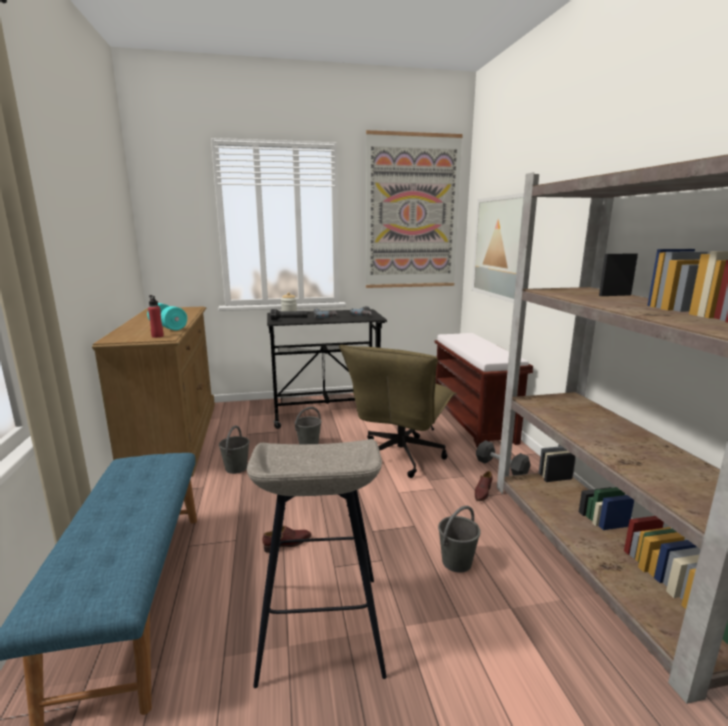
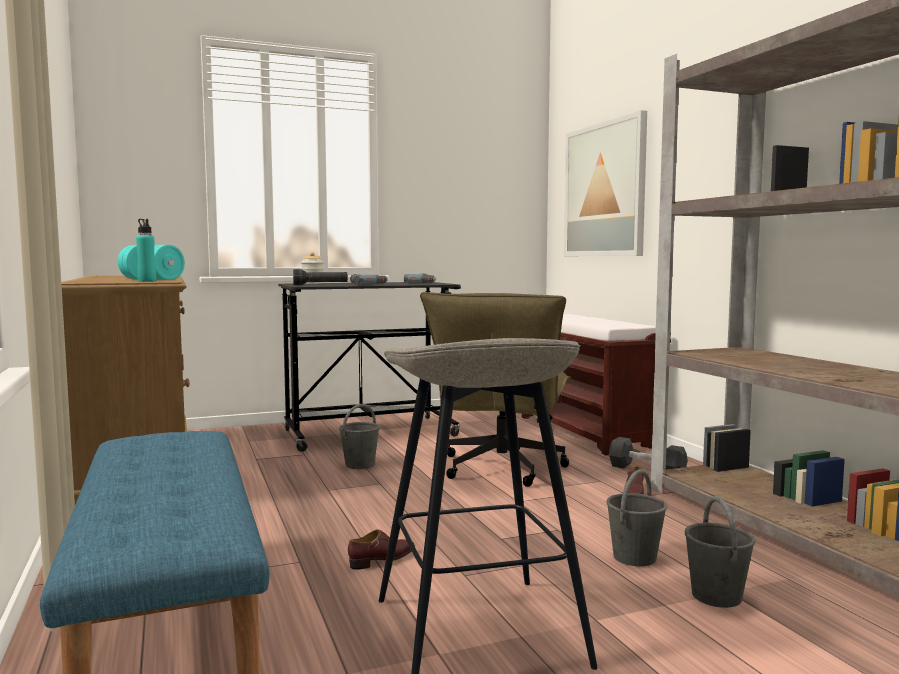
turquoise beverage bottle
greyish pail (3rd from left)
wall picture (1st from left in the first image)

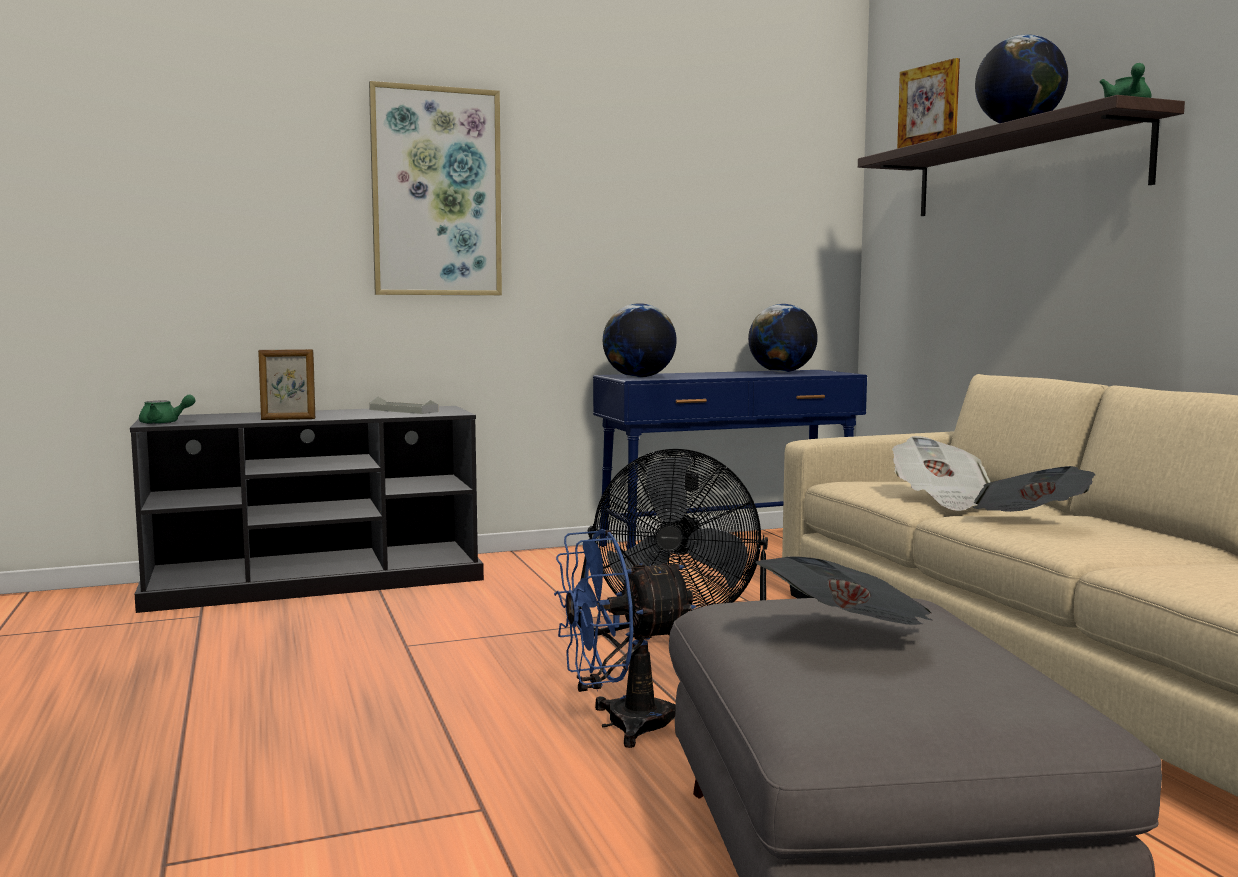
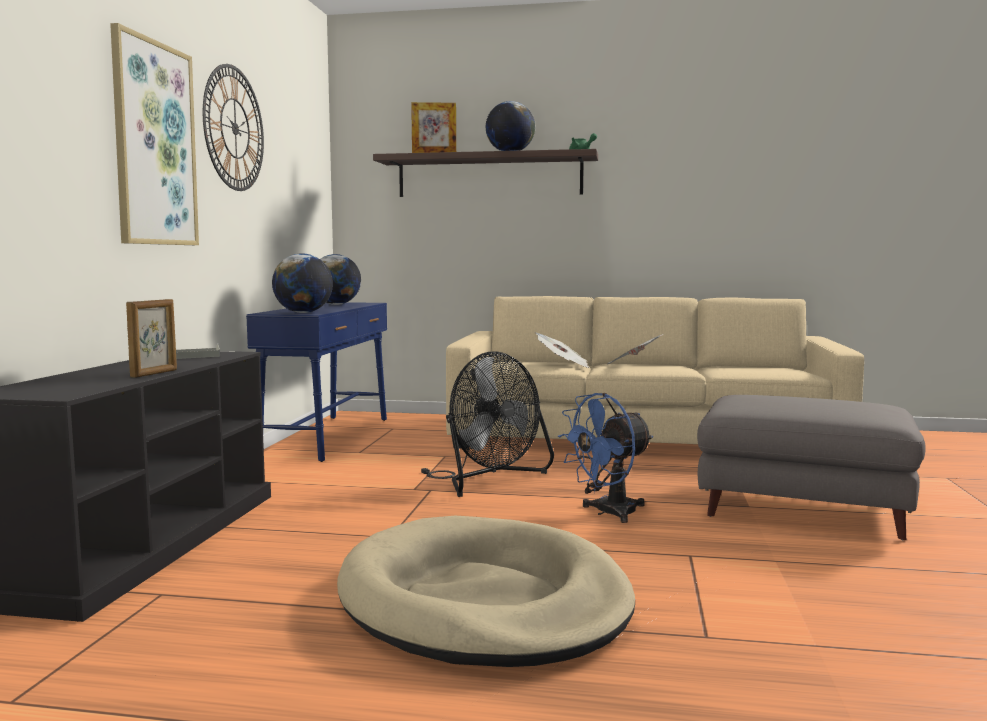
greenish tea pot (1st from left in the first image)
blue fan
daily paper (1st from left in the first image)
clock on the wall
beige dog cushion

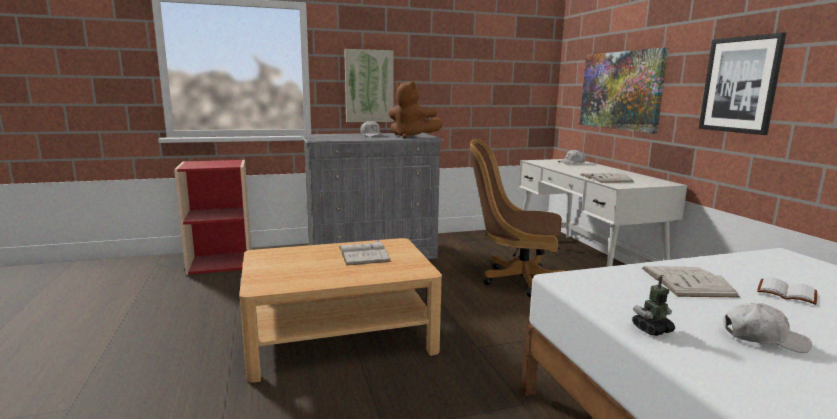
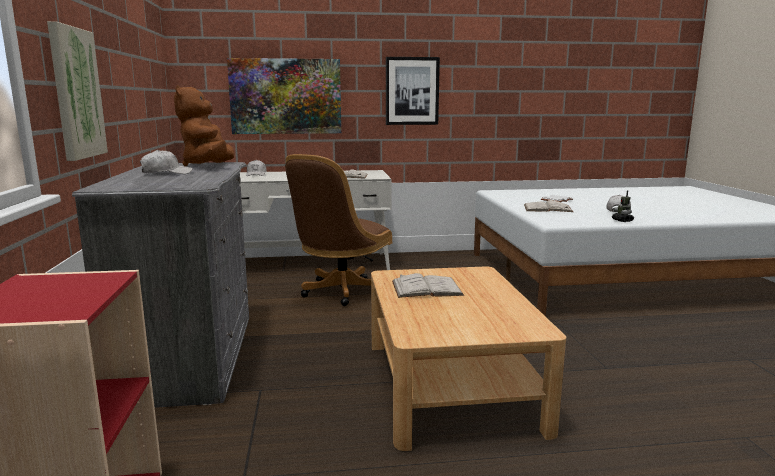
brownish soft toy

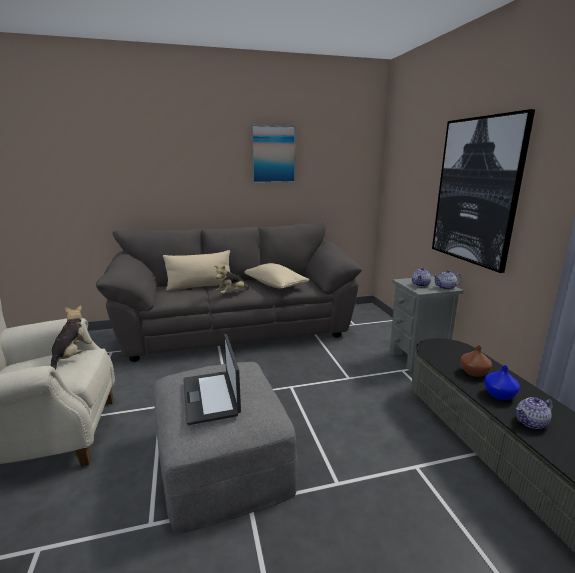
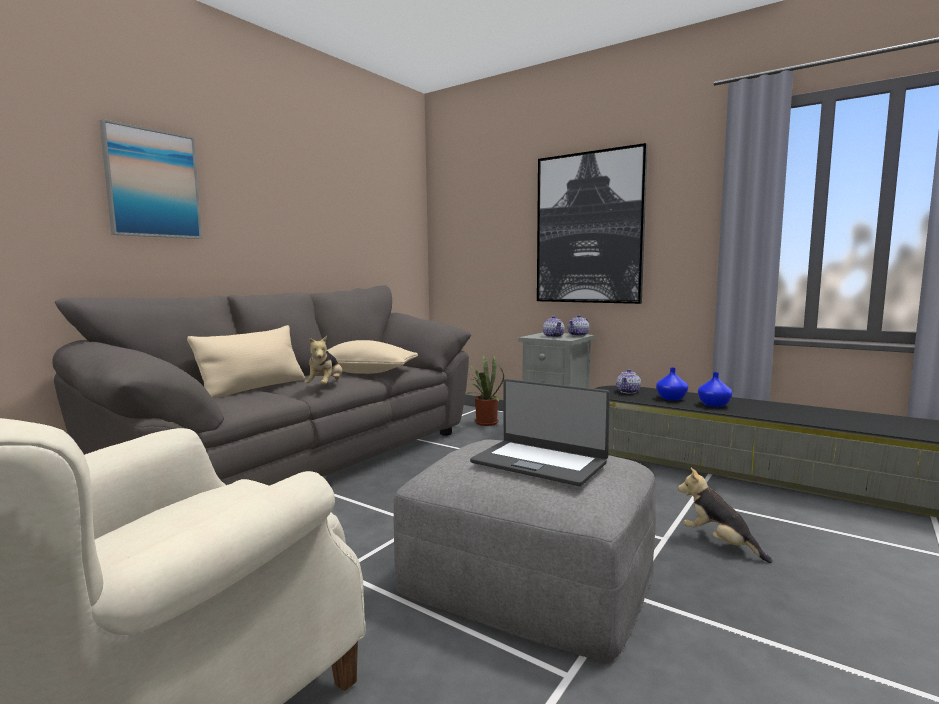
soft toy (2nd from left)
wall picture (1st from left)
blue flower vase (1st from left)
tea pot (3rd from left)
potted plant

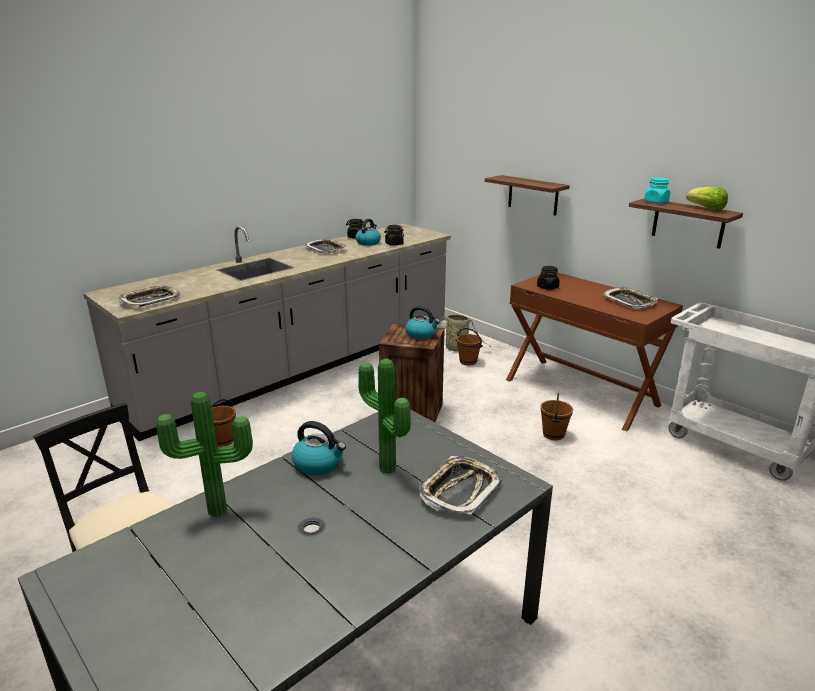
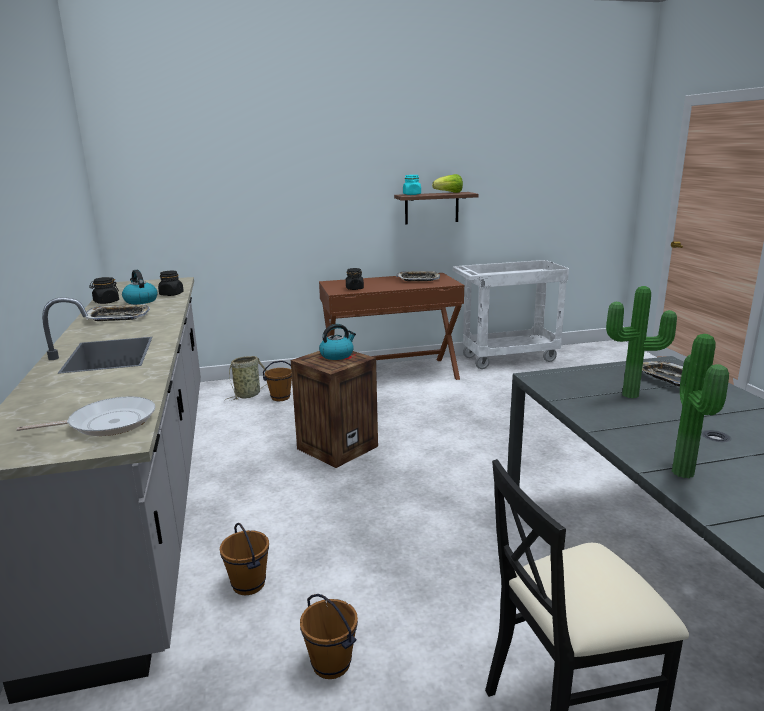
pan
tea kettle (1st from left in the first image)
shelf (1st from left in the first image)
brownish pail (3rd from left)

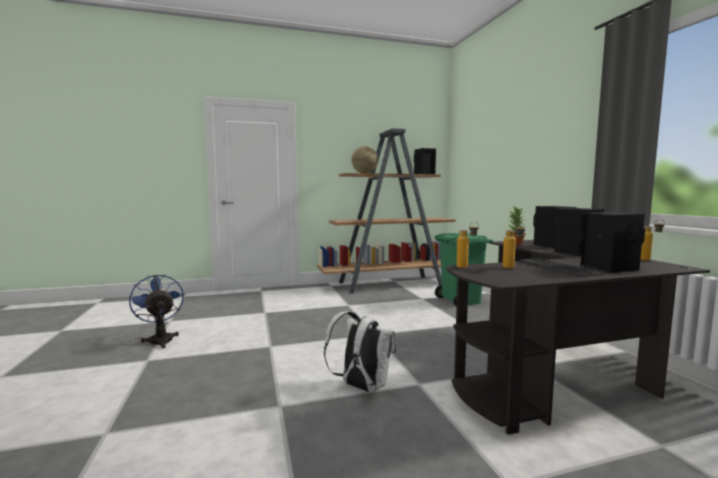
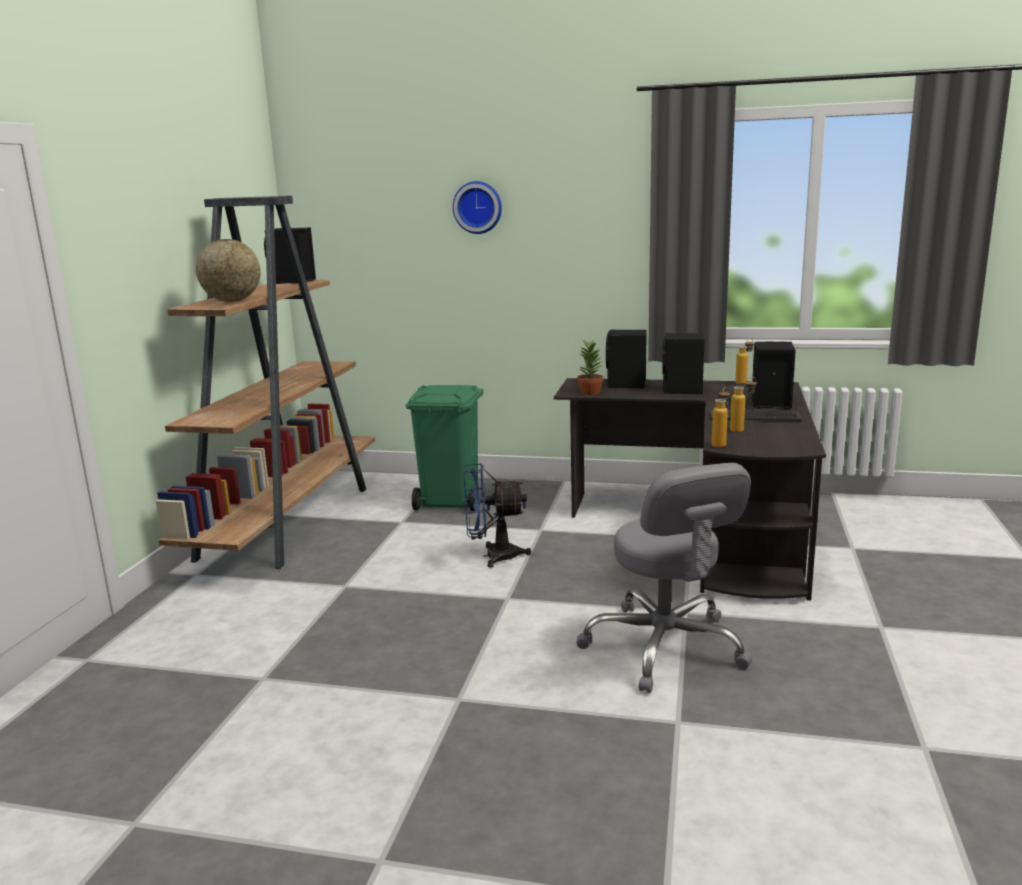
blue fan
greyish desk chair
clock on the wall

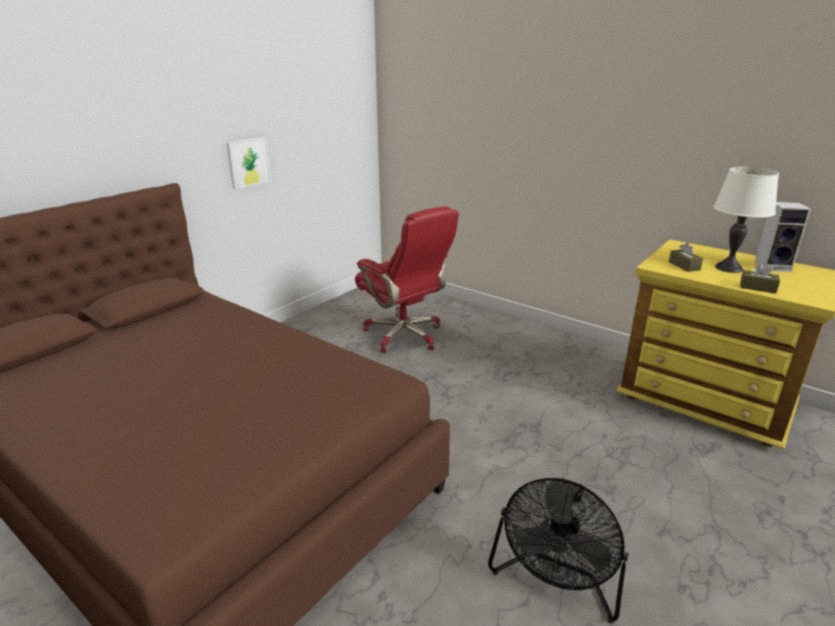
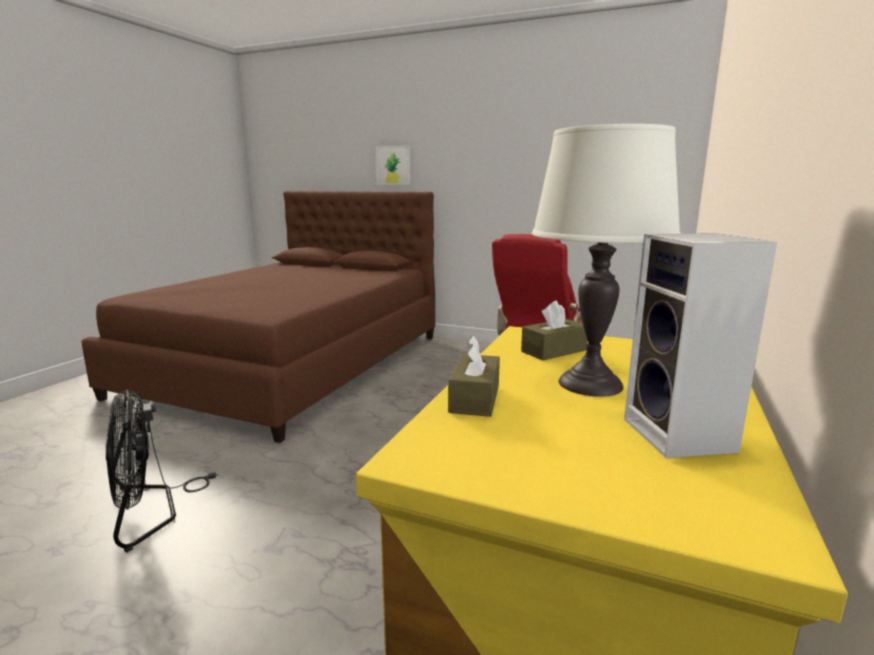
wall picture
black fan

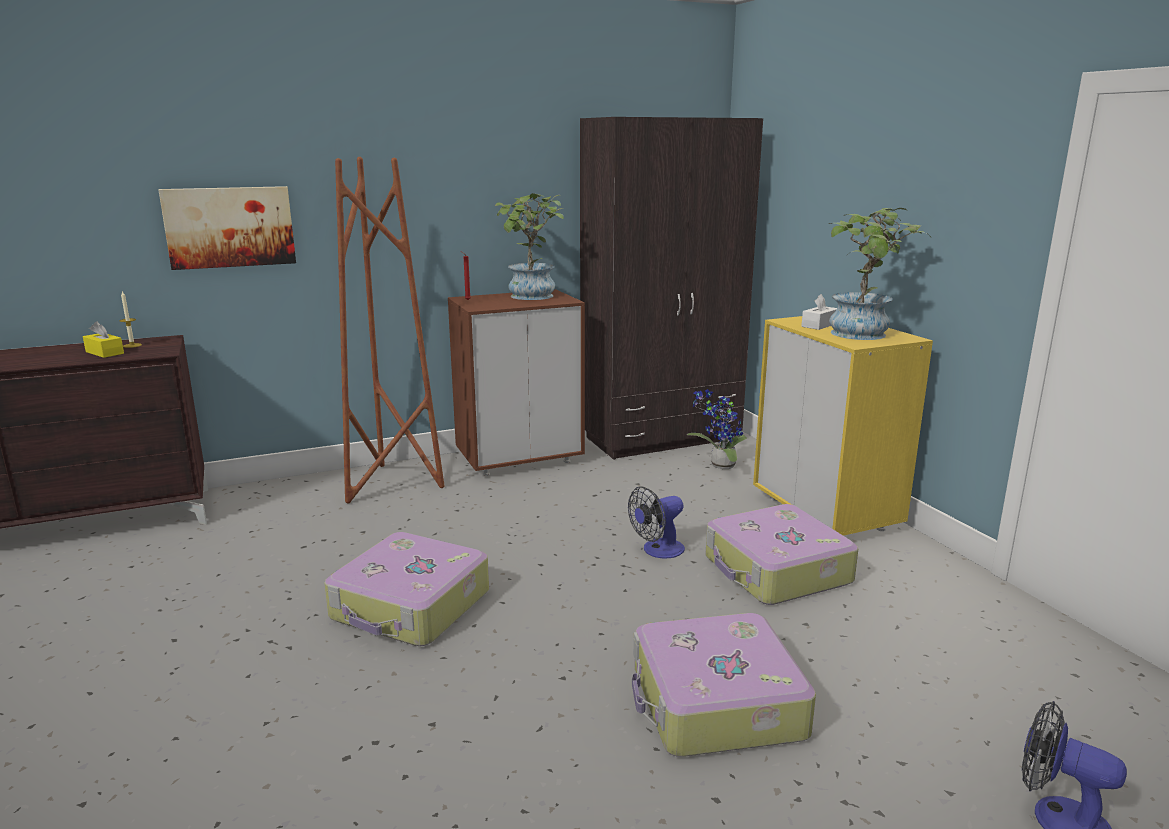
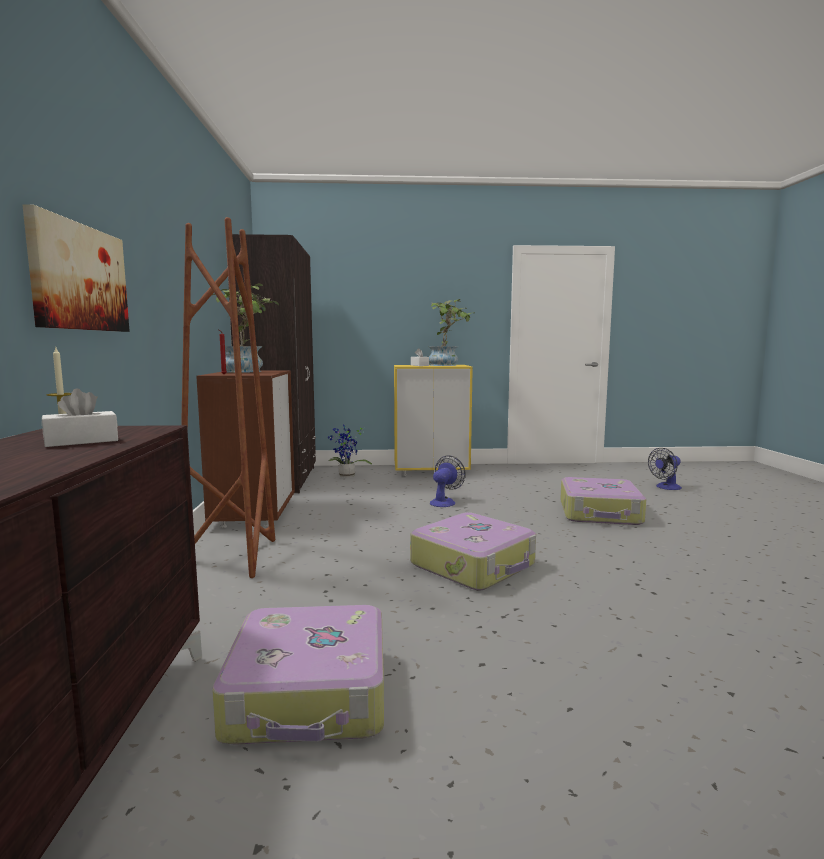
whitish tissue holder (1st from left)
fan (1st from left)
piece of luggage (1st from left)

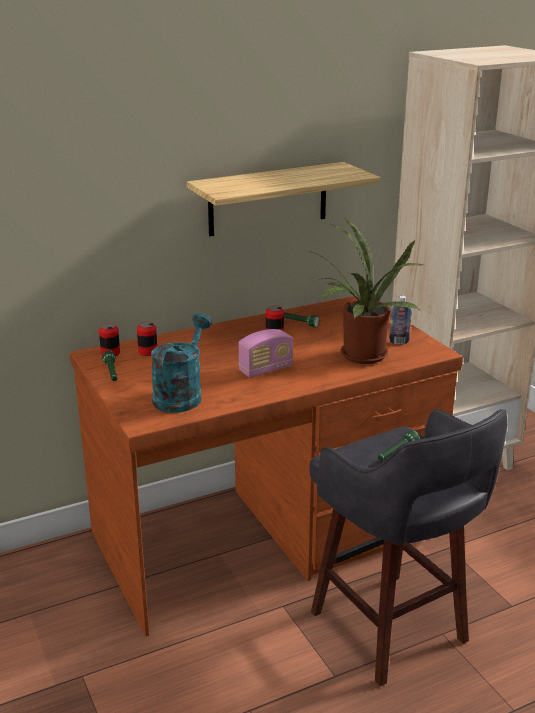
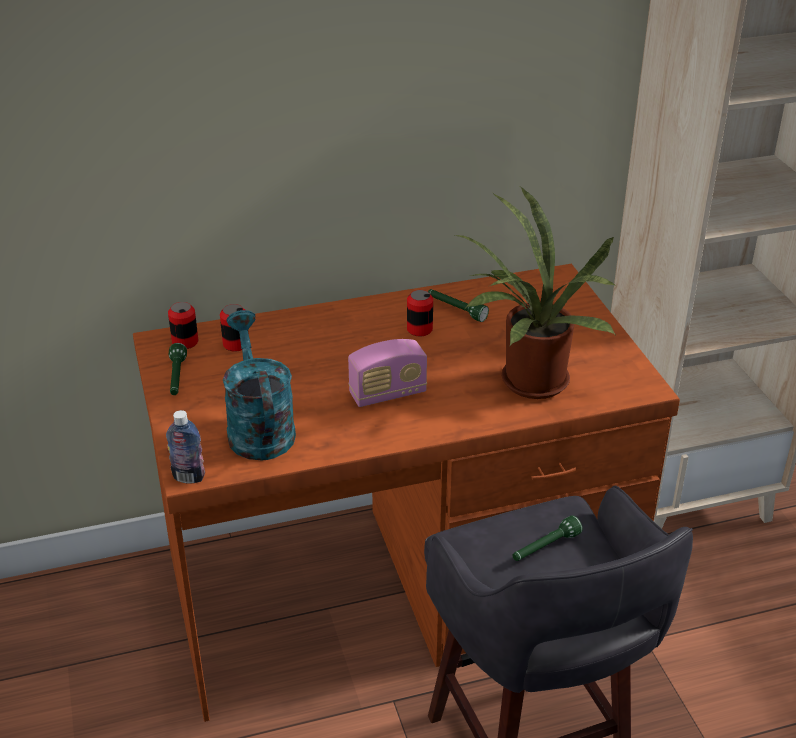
turquoise watering can
shelf
beverage bottle

